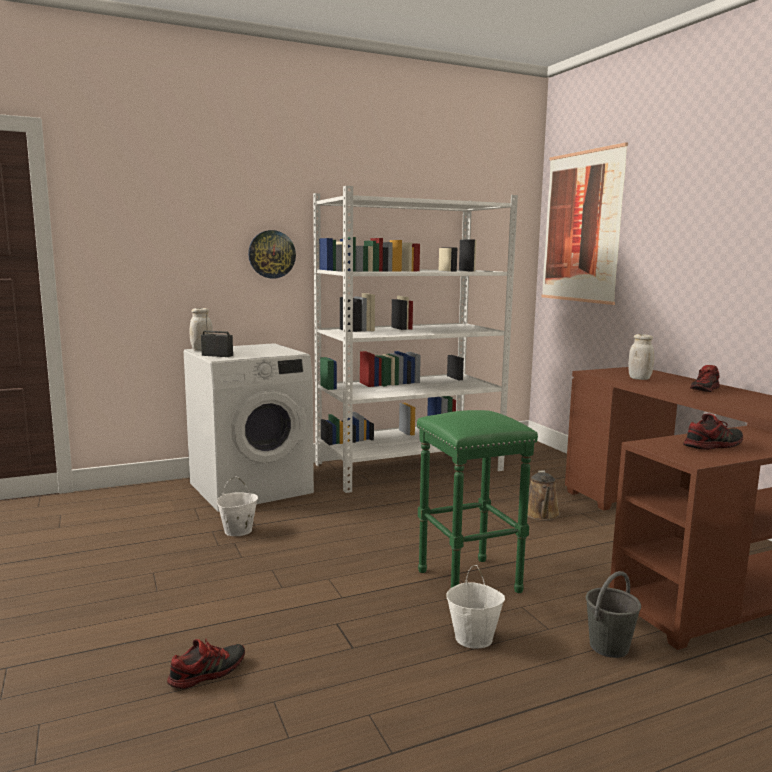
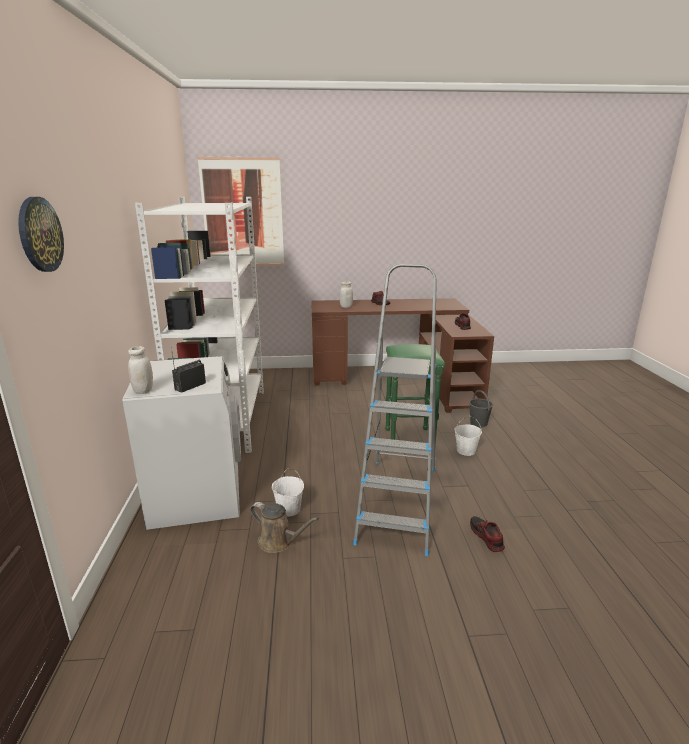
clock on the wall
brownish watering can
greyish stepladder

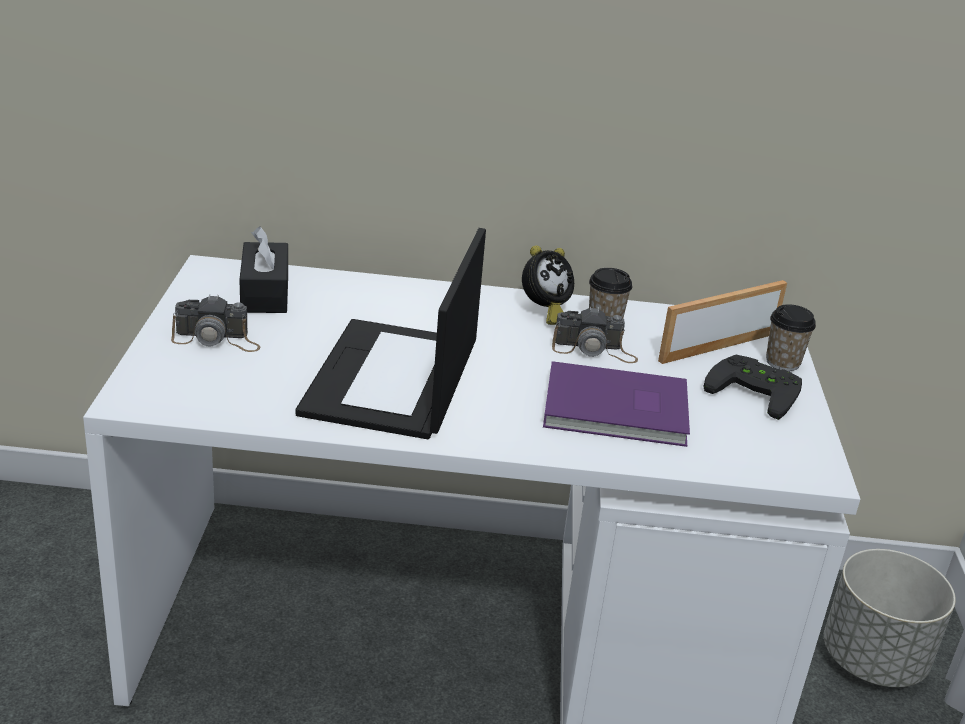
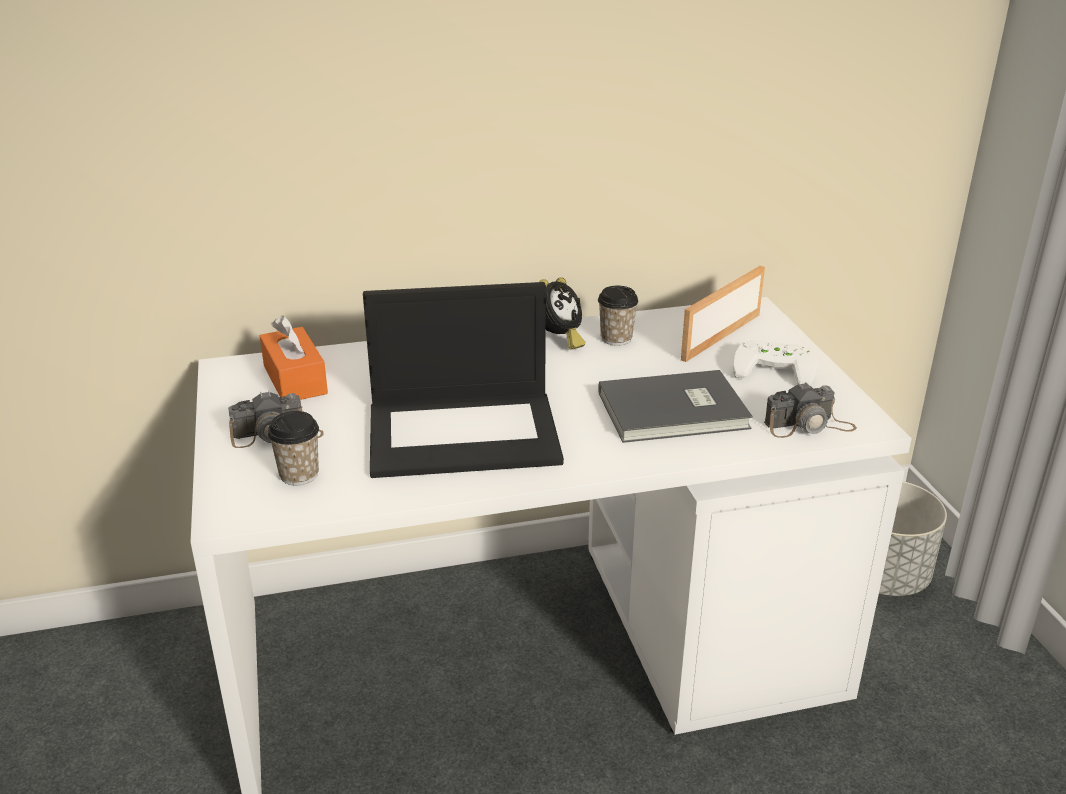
orange tissue holder
laptop
greyish bound book
still camera (2nd from left)
whitish game controller
small cup (1st from left)

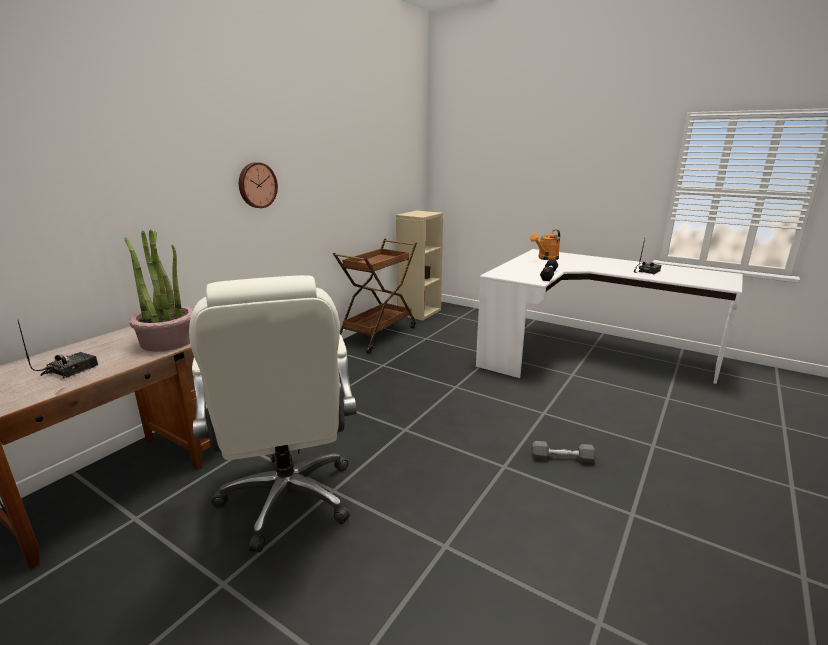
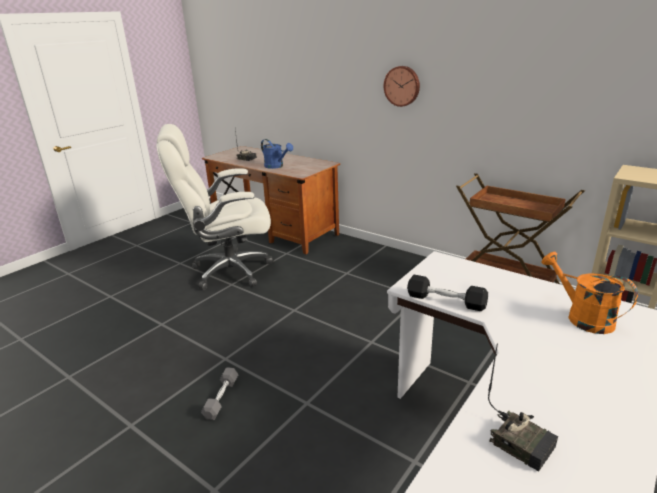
blue watering can

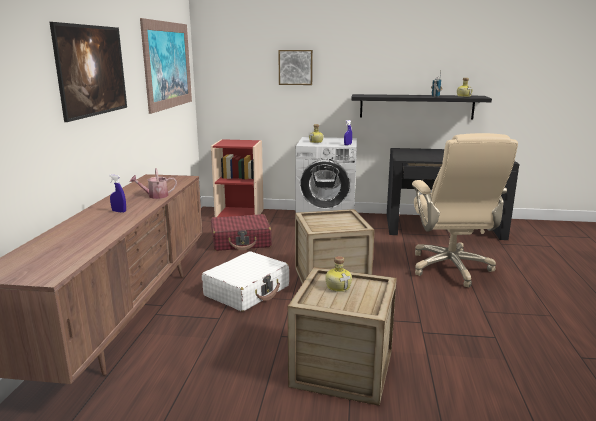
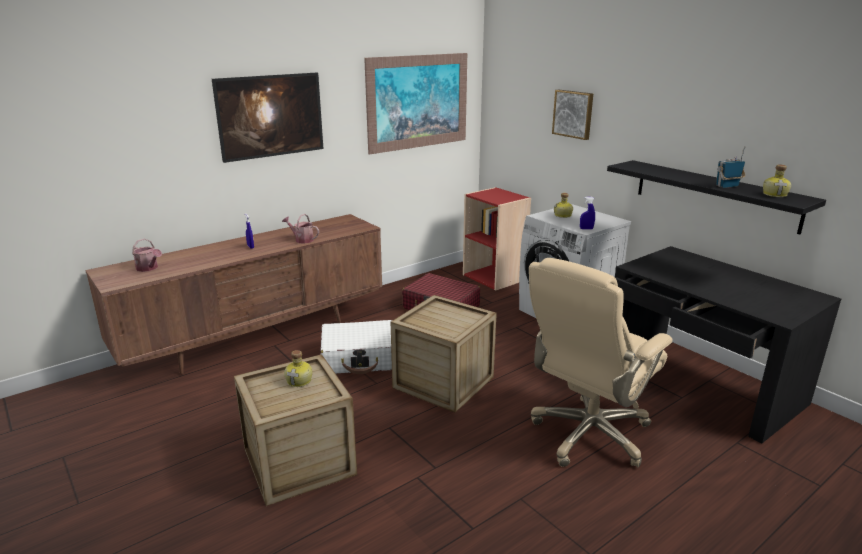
watering can (1st from left)

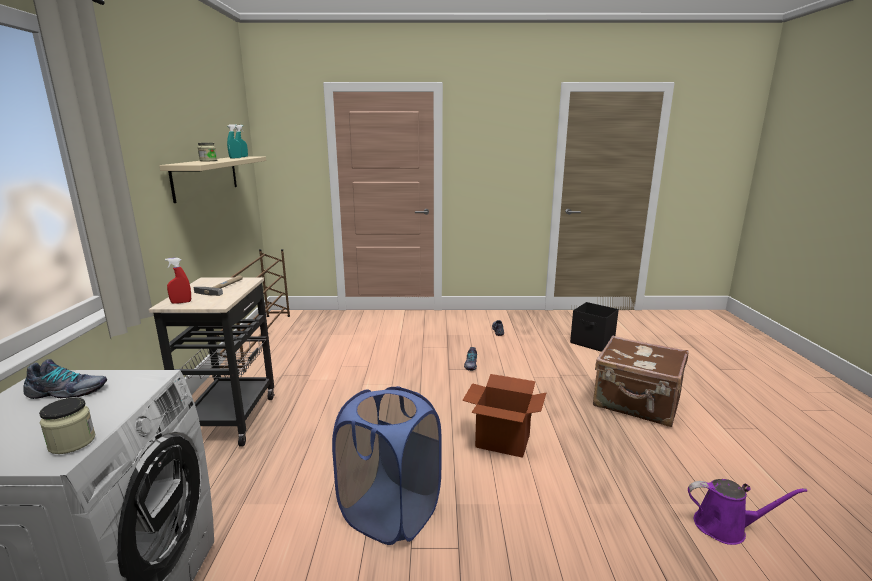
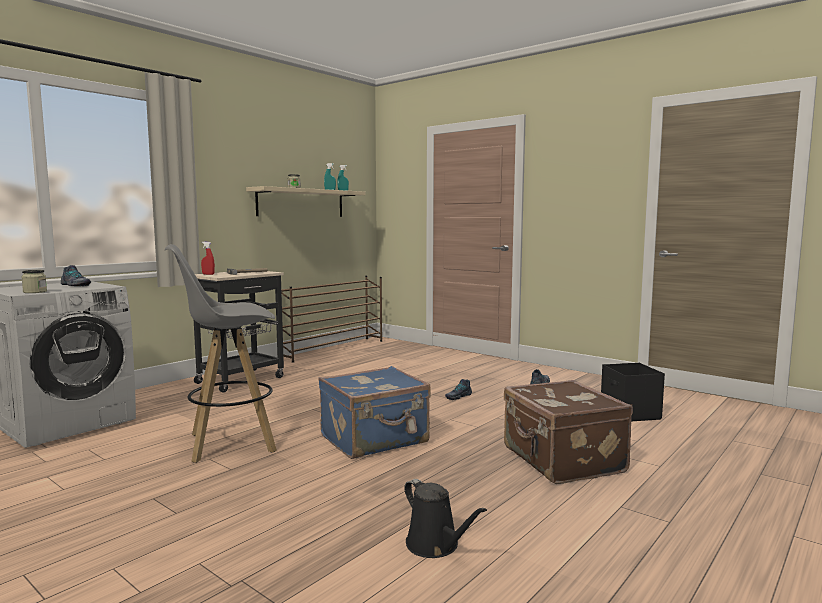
greyish sitting stool
blue piece of luggage
black watering can

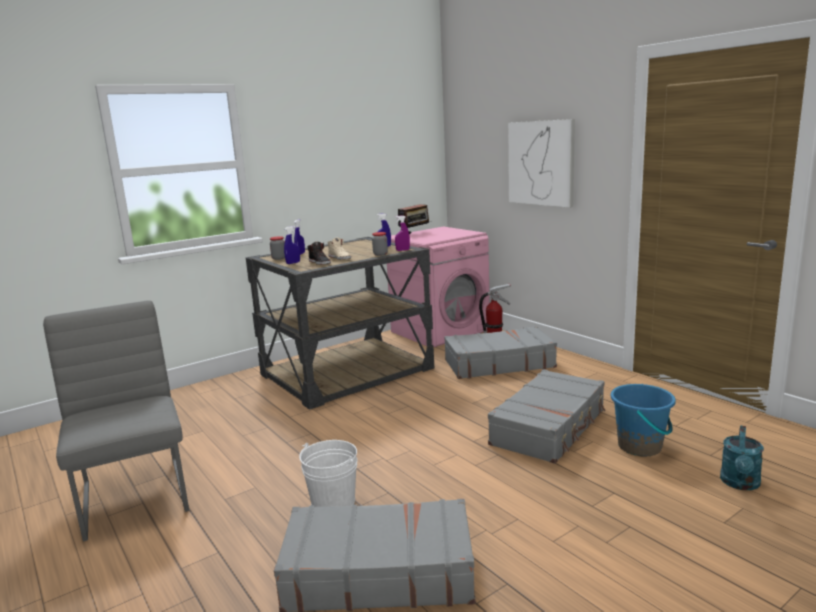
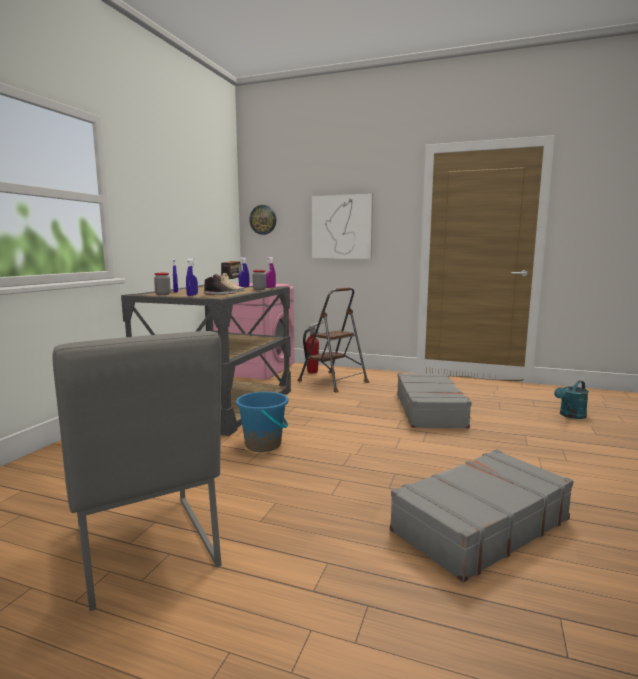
greyish upright chair
whitish pail
brownish stepladder
blue pail
turquoise watering can
clock on the wall

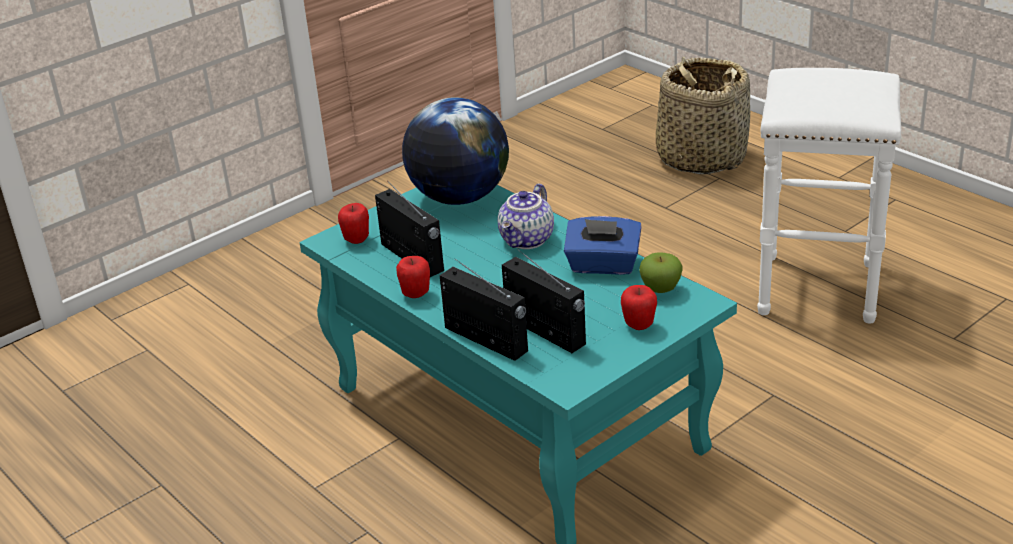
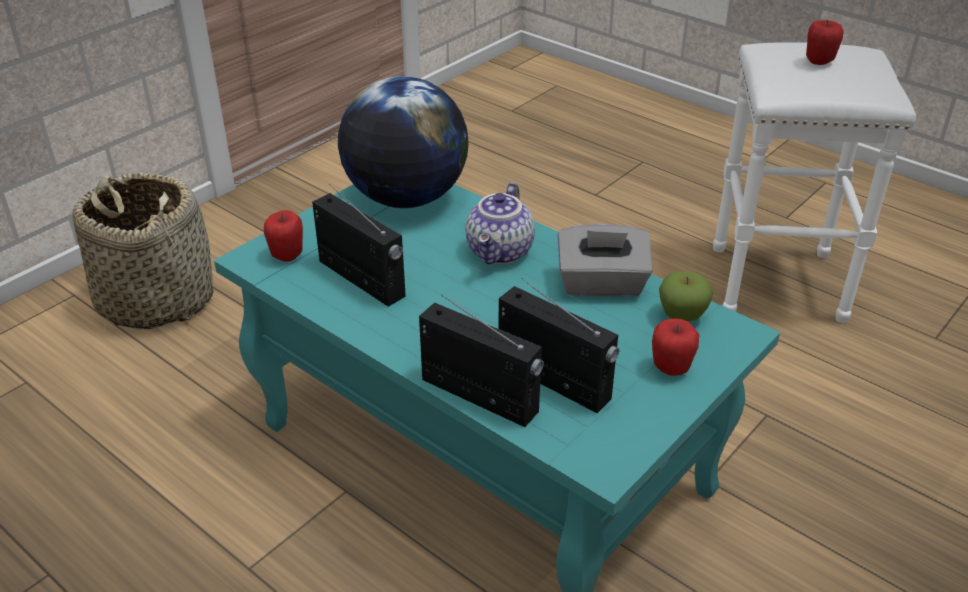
whole apple (4th from left)
greyish tissue holder
storage basket

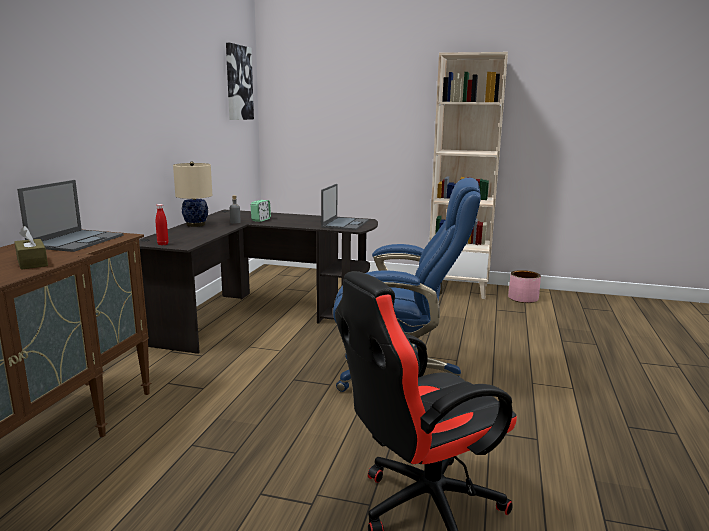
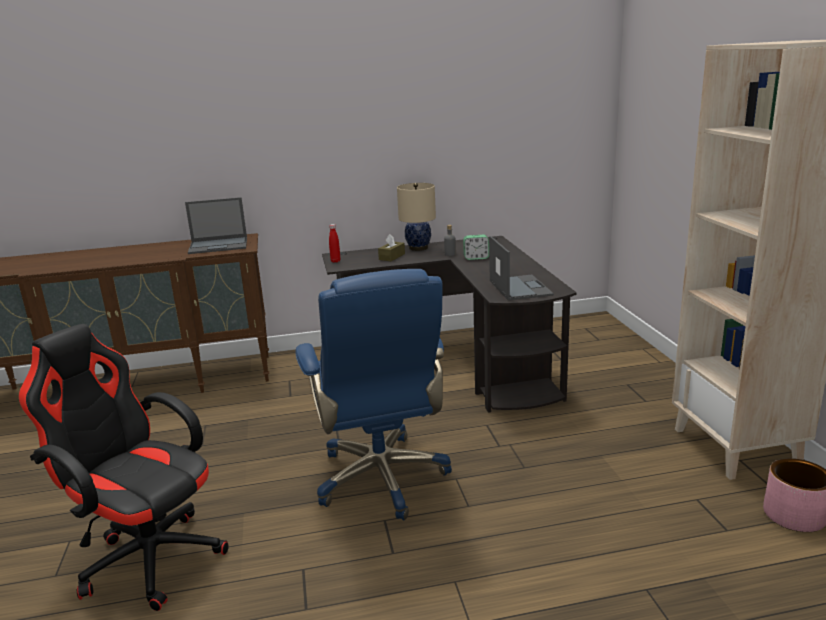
brownish tissue holder
wall picture
laptop (2nd from left)

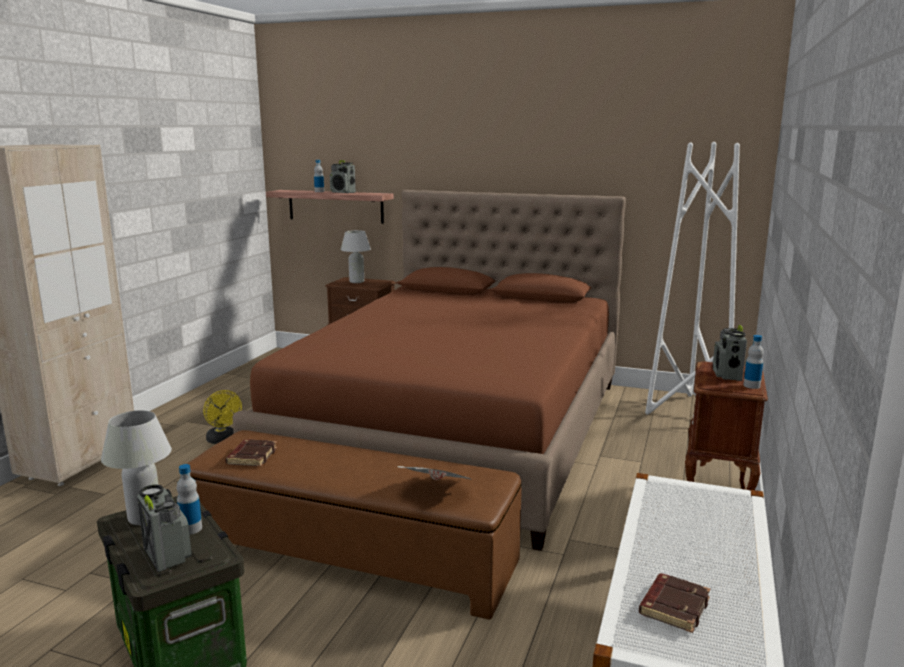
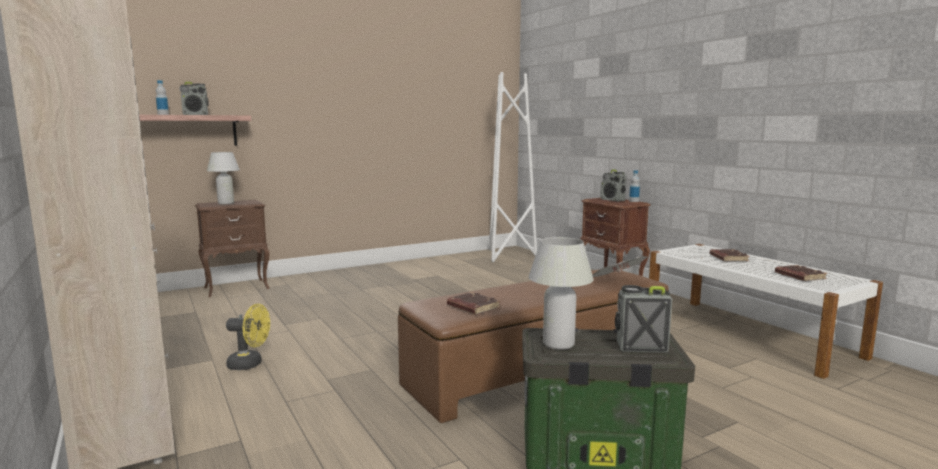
beverage bottle (1st from left in the first image)
brownish sleeping bed
brownish bound book (2nd from left)

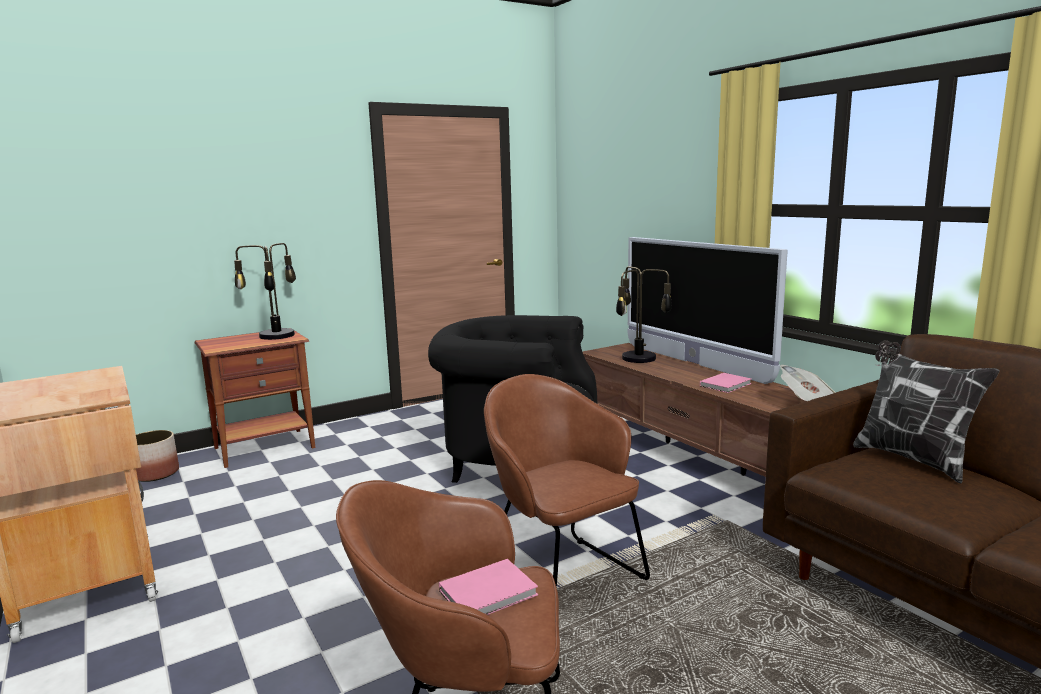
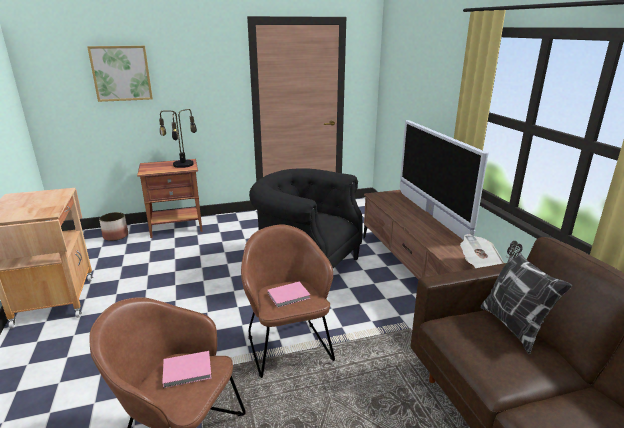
tabletop lamp (2nd from left in the first image)
pink-coloured bound book (2nd from left)
wall picture

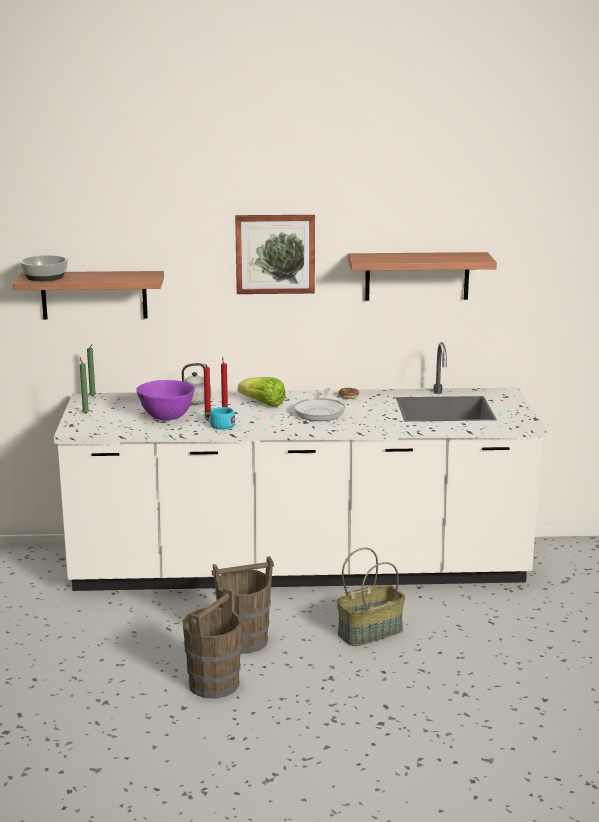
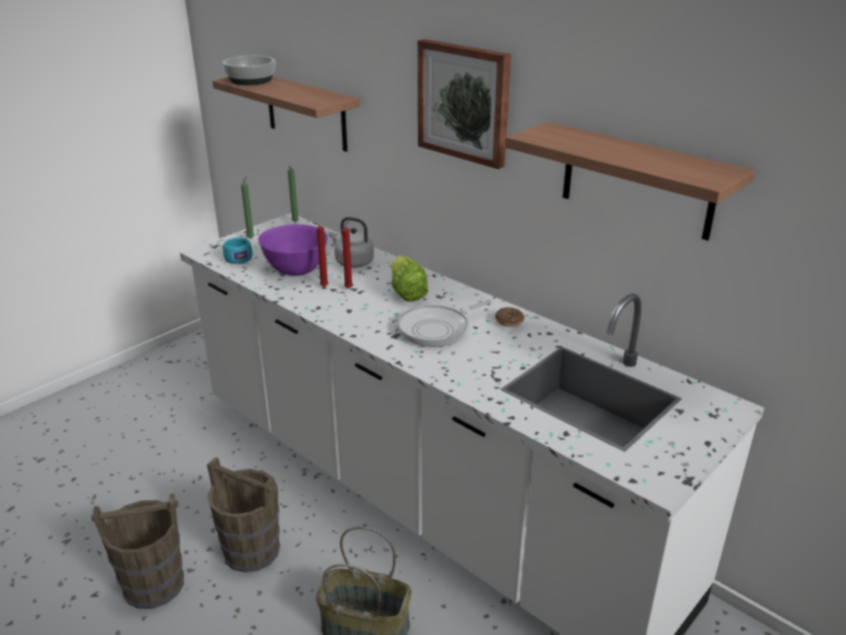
turquoise small cup

